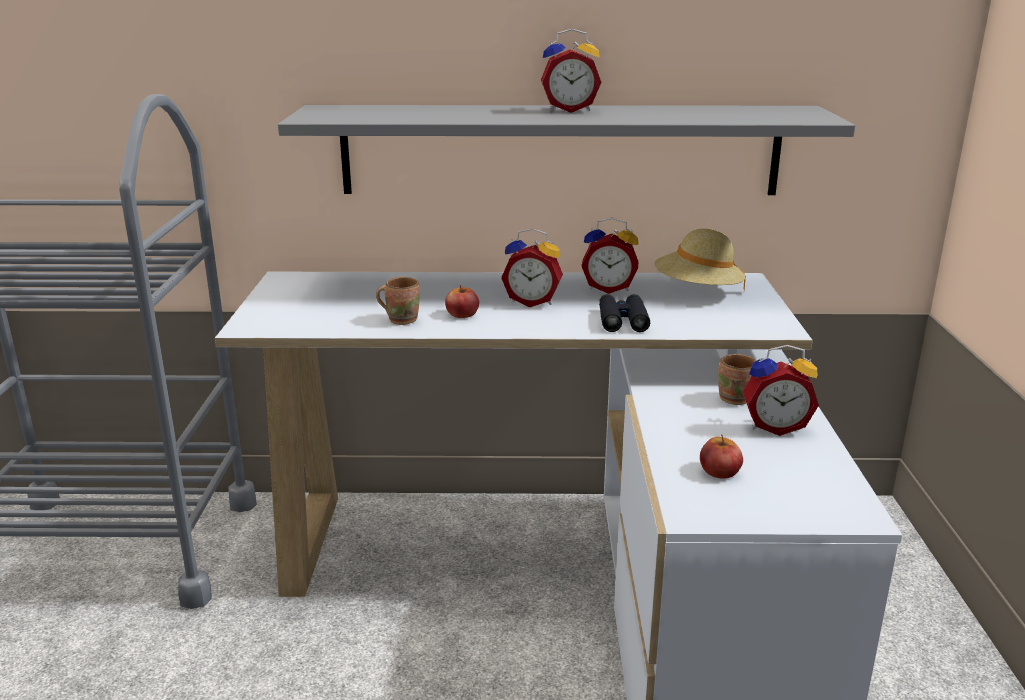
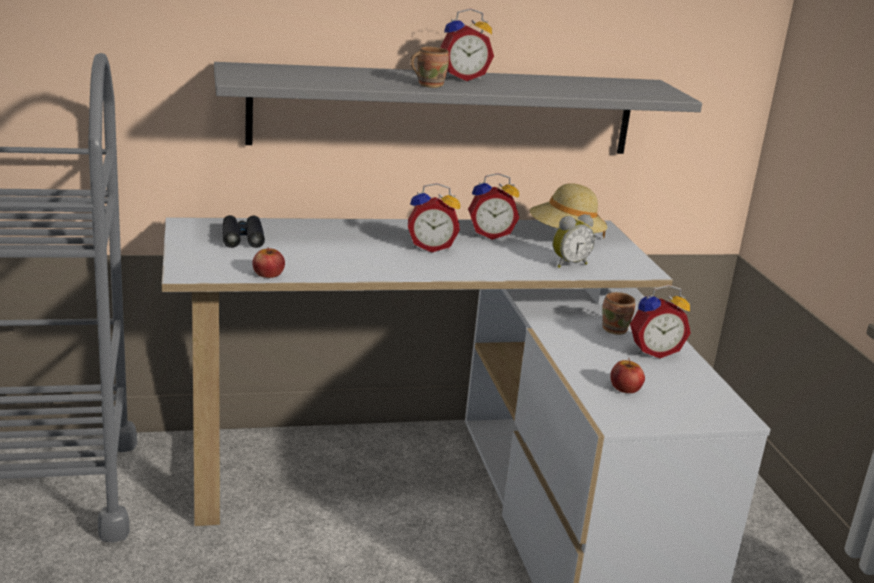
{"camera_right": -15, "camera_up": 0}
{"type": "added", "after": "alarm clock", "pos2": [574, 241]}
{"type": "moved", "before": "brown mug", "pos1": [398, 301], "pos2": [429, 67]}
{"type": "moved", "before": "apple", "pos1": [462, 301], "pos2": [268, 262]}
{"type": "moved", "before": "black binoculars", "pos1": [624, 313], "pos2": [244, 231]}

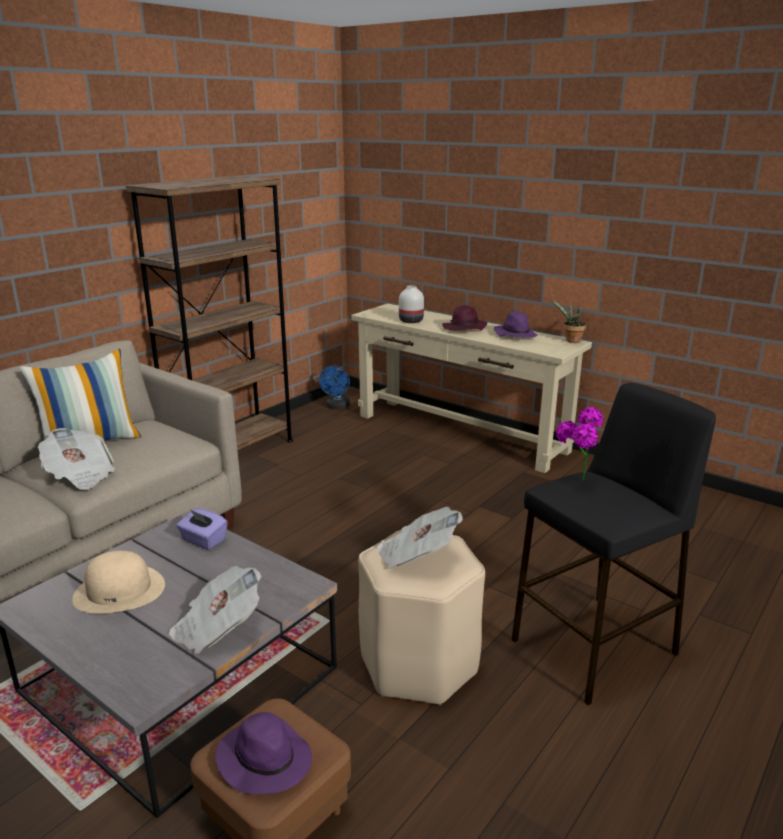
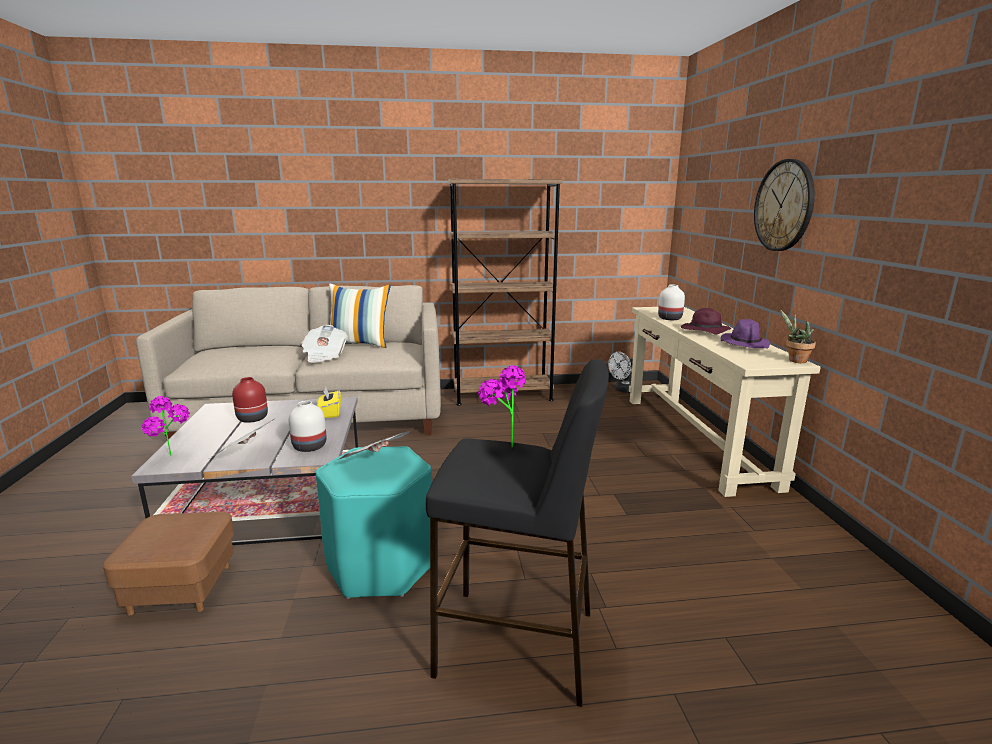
{"camera_right": 45, "camera_up": -5}
{"type": "removed", "before": "purple hat", "pos1": [263, 753]}
{"type": "added", "after": "potted plant", "pos2": [166, 426]}
{"type": "added", "after": "white vase", "pos2": [308, 426]}
{"type": "added", "after": "wall clock", "pos2": [784, 205]}
{"type": "replaced", "before": "beige hat", "after": "red vase", "pos1": [118, 582], "pos2": [250, 400]}
{"type": "recoloured", "before": "purple tissue box", "after": "yellow tissue box", "pos1": [202, 529], "pos2": [329, 402]}
{"type": "recoloured", "before": "blue fan", "after": "white fan", "pos1": [334, 387], "pos2": [620, 372]}
{"type": "recoloured", "before": "beige stool", "after": "turquoise stool", "pos1": [421, 618], "pos2": [374, 522]}

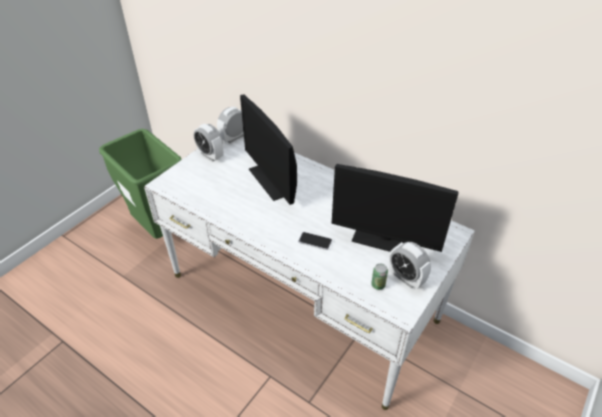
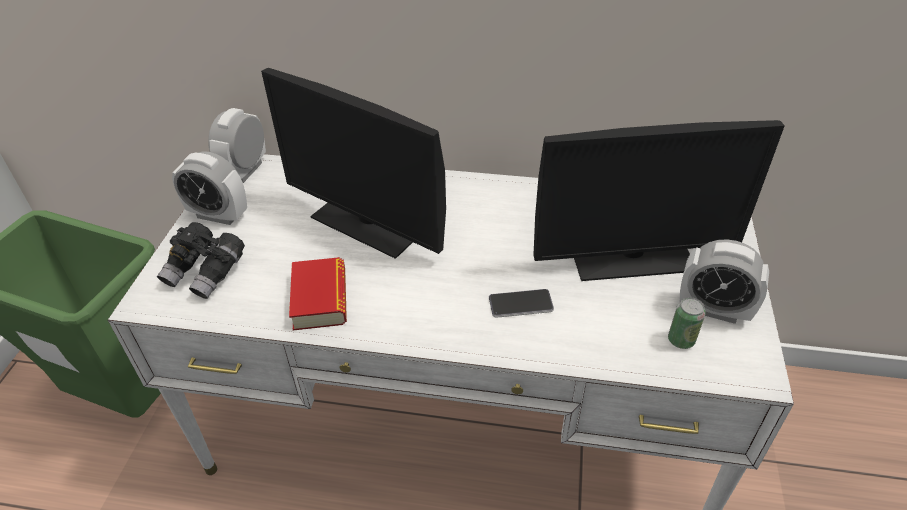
{"camera_right": -25, "camera_up": 0}
{"type": "added", "after": "black binoculars", "pos2": [201, 260]}
{"type": "added", "after": "book", "pos2": [318, 293]}

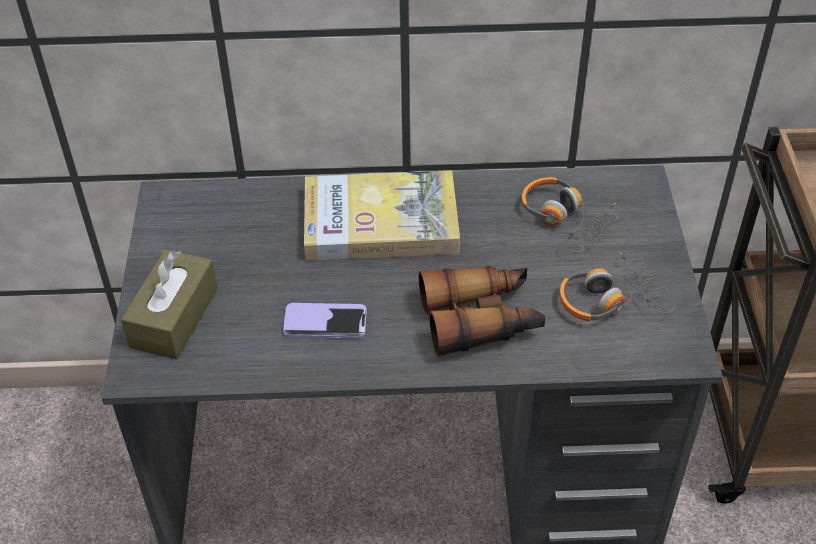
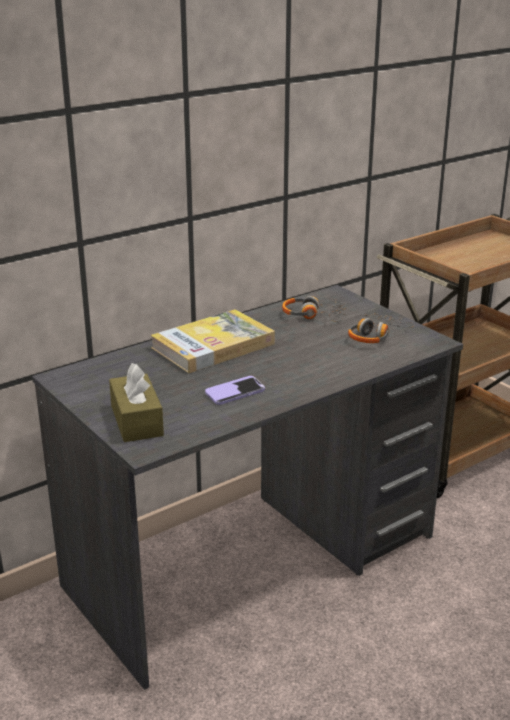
{"camera_right": -35, "camera_up": -20}
{"type": "removed", "before": "binoculars", "pos1": [482, 311]}

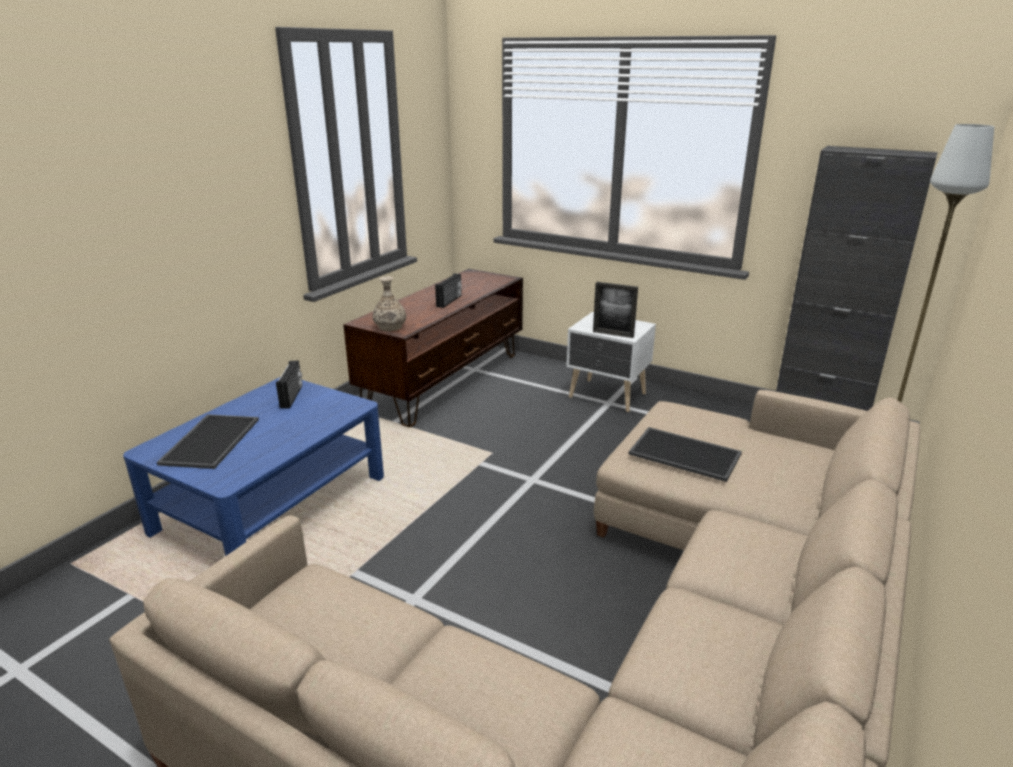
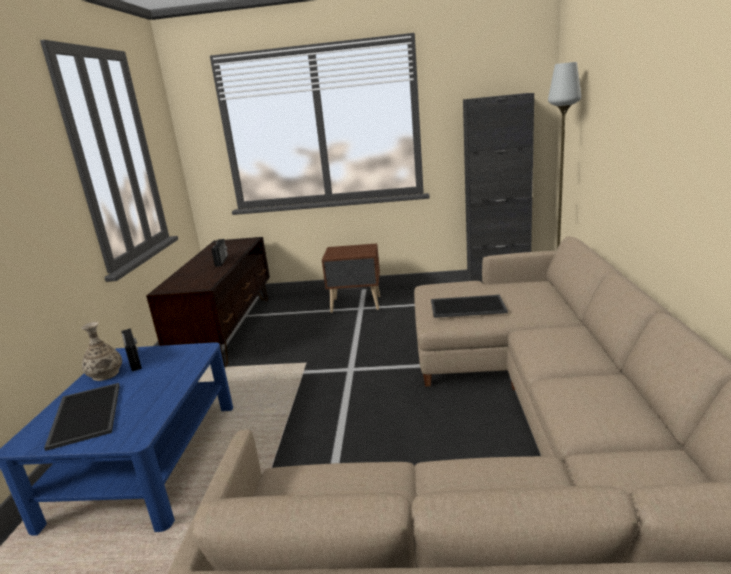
{"camera_right": -25, "camera_up": -5}
{"type": "removed", "before": "picture frame", "pos1": [615, 310]}
{"type": "moved", "before": "vase", "pos1": [389, 303], "pos2": [101, 351]}
{"type": "recoloured", "before": "white nightstand", "after": "brown nightstand", "pos1": [611, 362], "pos2": [351, 278]}

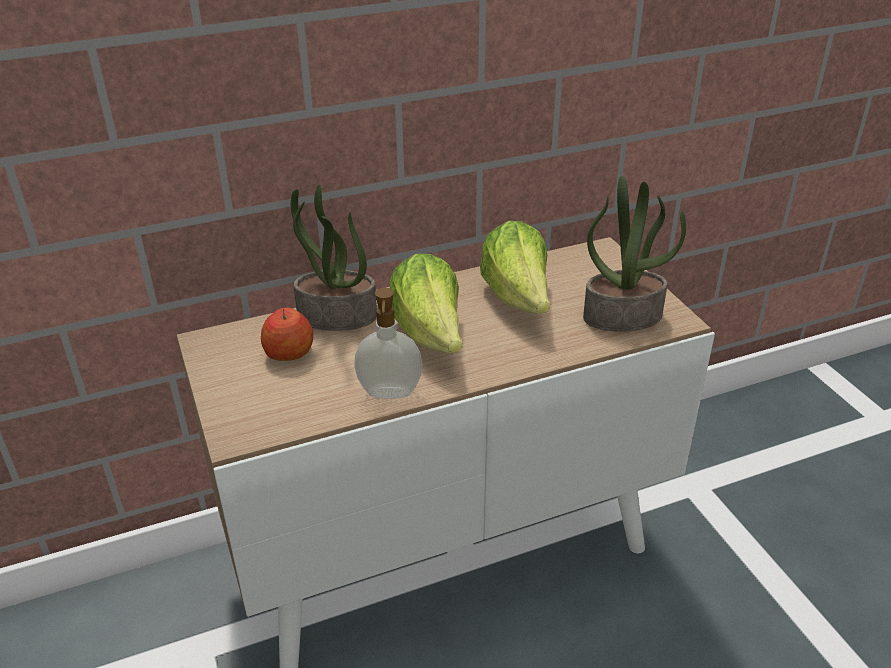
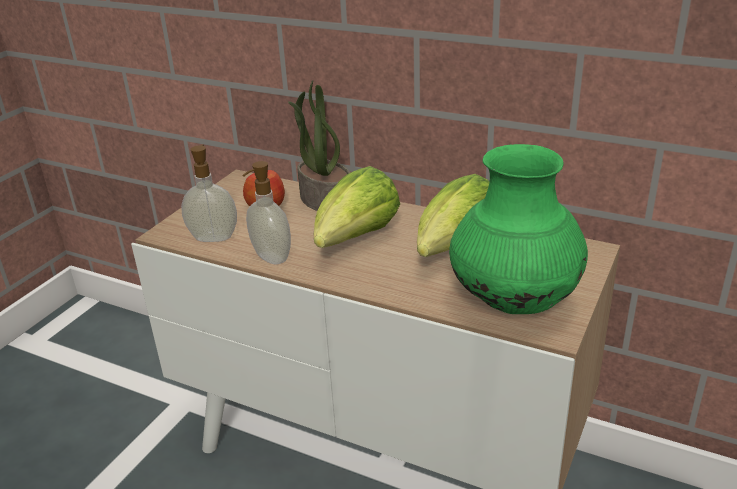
{"camera_right": 50, "camera_up": -5}
{"type": "added", "after": "soap dispenser", "pos2": [209, 193]}
{"type": "replaced", "before": "potted plant", "after": "green vase", "pos1": [634, 253], "pos2": [518, 229]}

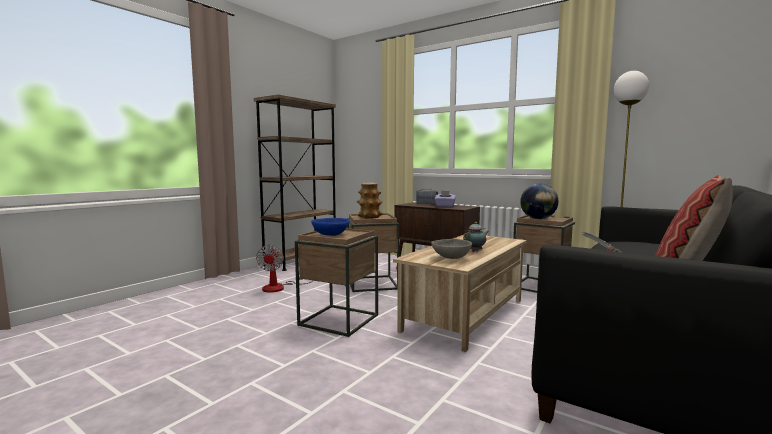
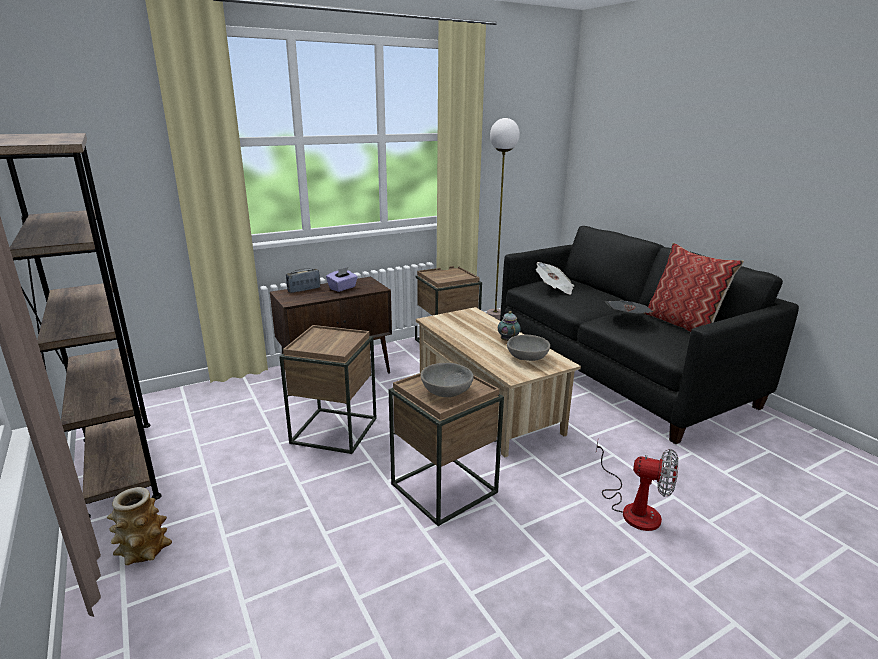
{"camera_right": -65, "camera_up": 15}
{"type": "removed", "before": "globe", "pos1": [539, 201]}
{"type": "added", "after": "newspaper", "pos2": [555, 278]}
{"type": "moved", "before": "fan", "pos1": [284, 268], "pos2": [637, 486]}
{"type": "moved", "before": "vase", "pos1": [369, 201], "pos2": [139, 526]}
{"type": "recoloured", "before": "blue bowl", "after": "grey bowl", "pos1": [330, 227], "pos2": [447, 380]}

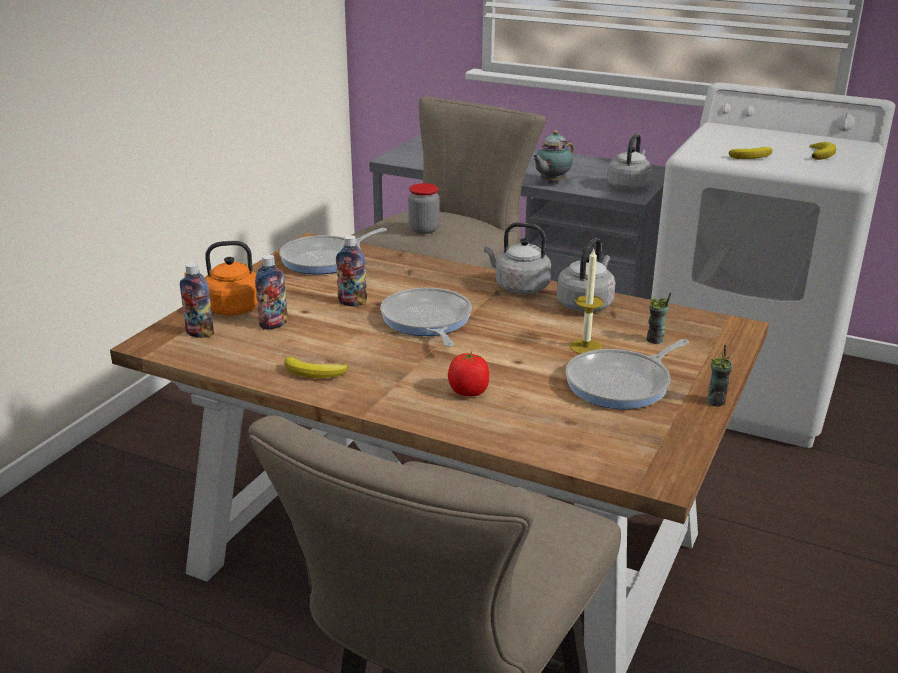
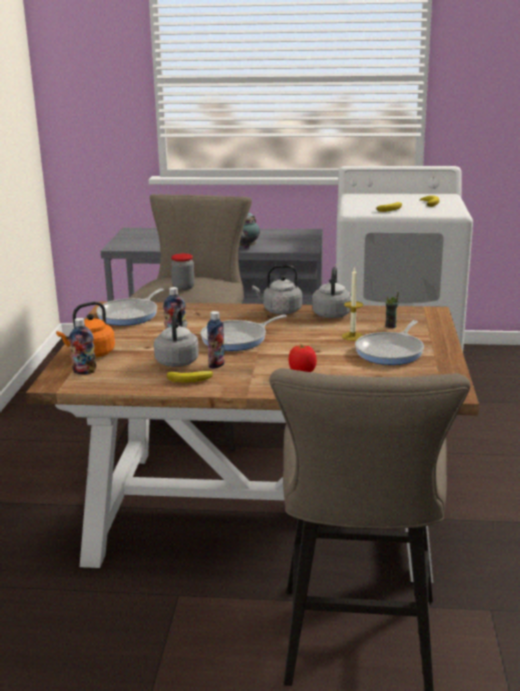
{"camera_right": -20, "camera_up": -5}
{"type": "removed", "before": "cup", "pos1": [719, 376]}
{"type": "moved", "before": "bottle", "pos1": [271, 292], "pos2": [216, 340]}
{"type": "moved", "before": "grey kettle", "pos1": [629, 162], "pos2": [176, 337]}
{"type": "turned", "before": "frying pan", "pos1": [426, 317], "pos2": [244, 333], "turn": -90}

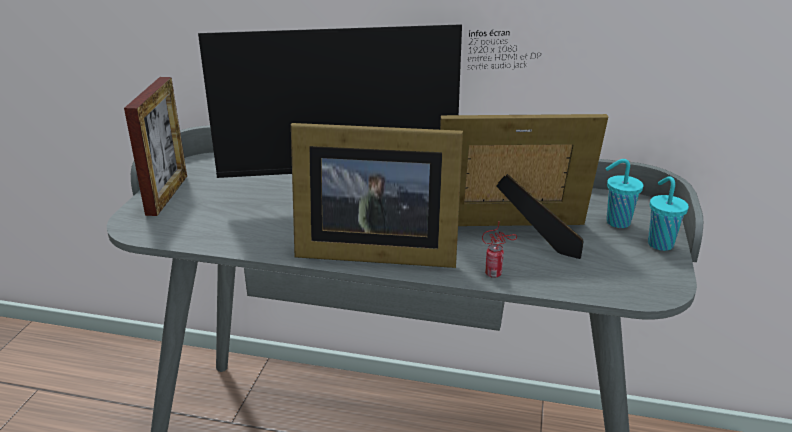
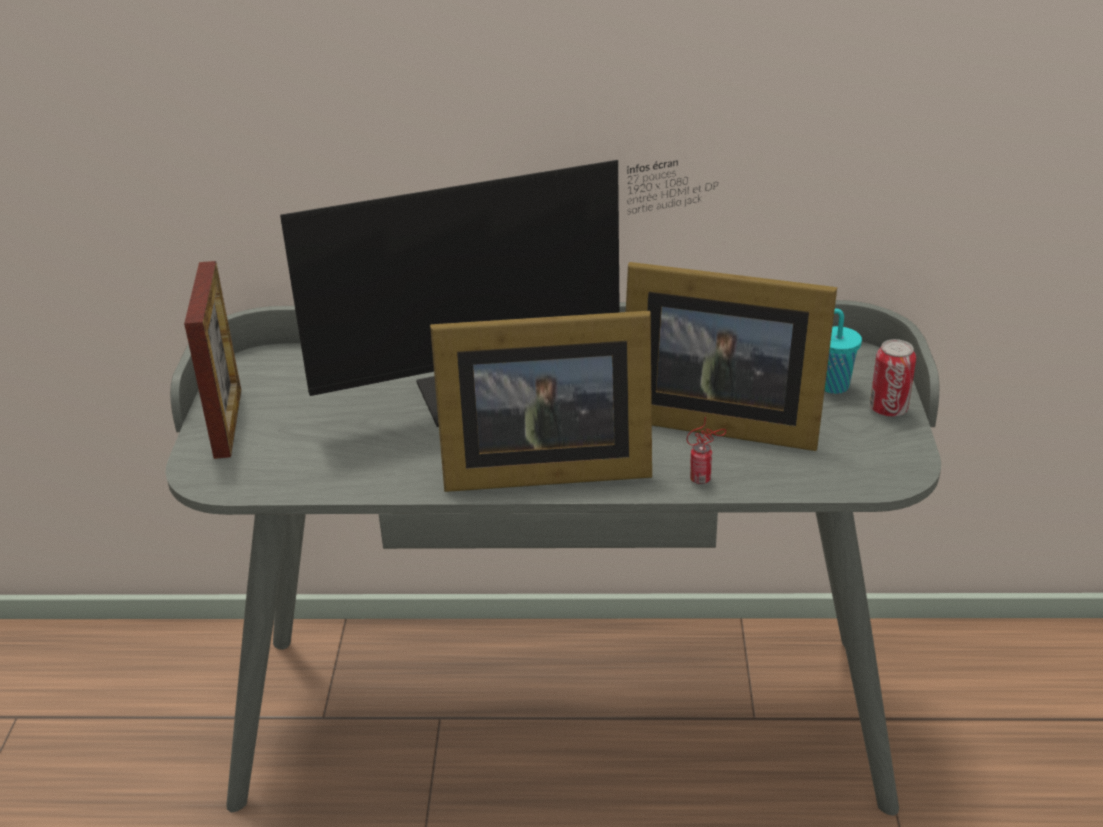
{"camera_right": -10, "camera_up": 5}
{"type": "replaced", "before": "turquoise cup", "after": "can", "pos1": [668, 213], "pos2": [893, 378]}
{"type": "turned", "before": "picture frame", "pos1": [524, 186], "pos2": [731, 356], "turn": -150}

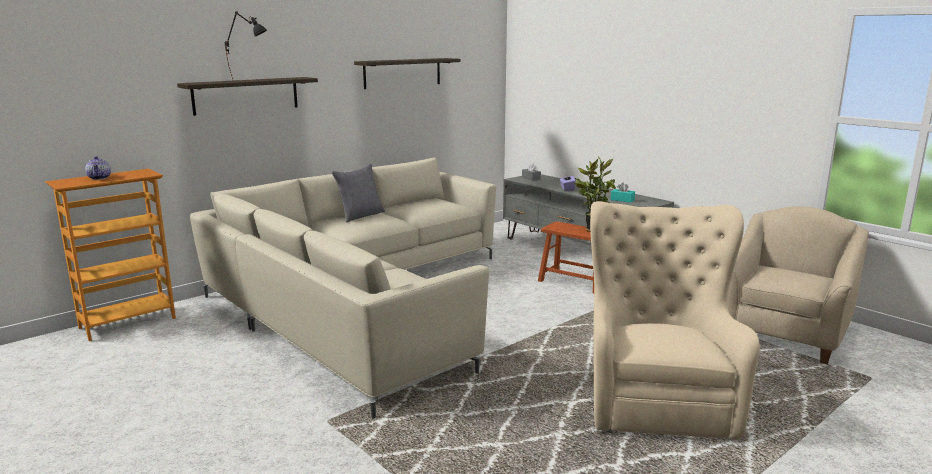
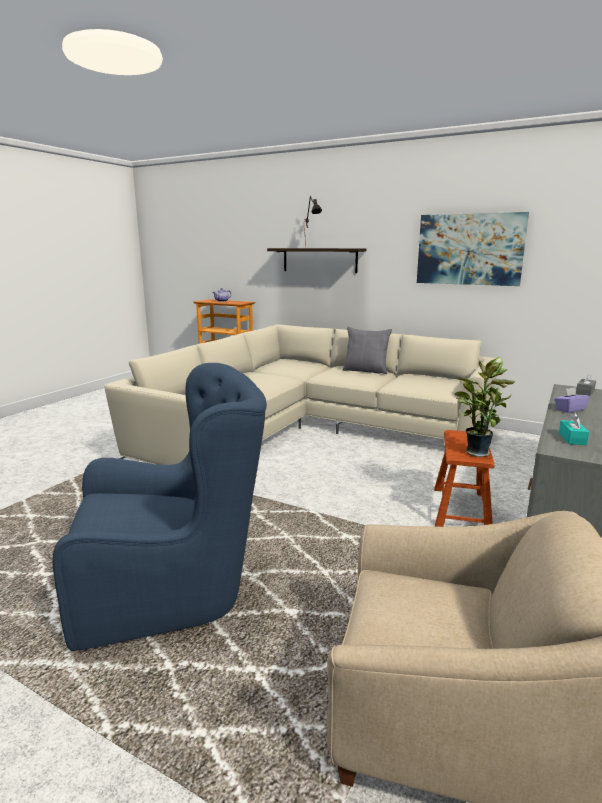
{"camera_right": 70, "camera_up": 0}
{"type": "replaced", "before": "shelf", "after": "picture", "pos1": [407, 73], "pos2": [473, 249]}
{"type": "recoloured", "before": "beige armchair", "after": "blue armchair", "pos1": [675, 320], "pos2": [159, 507]}

